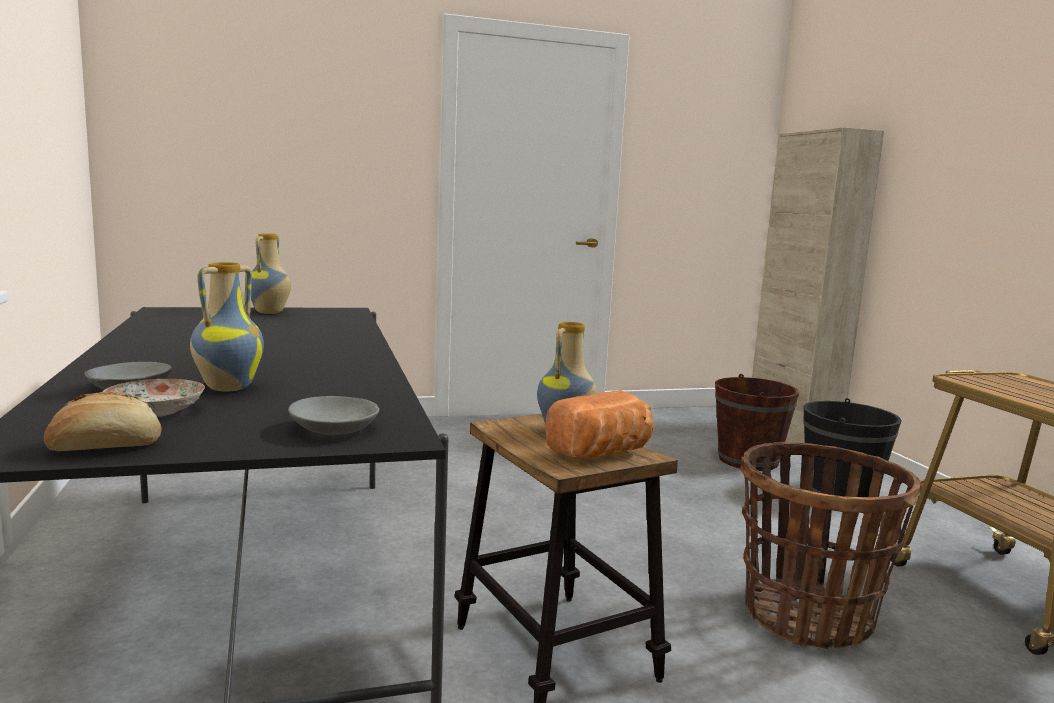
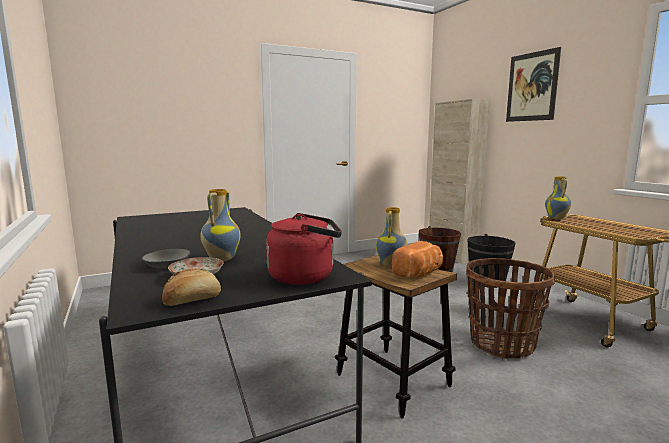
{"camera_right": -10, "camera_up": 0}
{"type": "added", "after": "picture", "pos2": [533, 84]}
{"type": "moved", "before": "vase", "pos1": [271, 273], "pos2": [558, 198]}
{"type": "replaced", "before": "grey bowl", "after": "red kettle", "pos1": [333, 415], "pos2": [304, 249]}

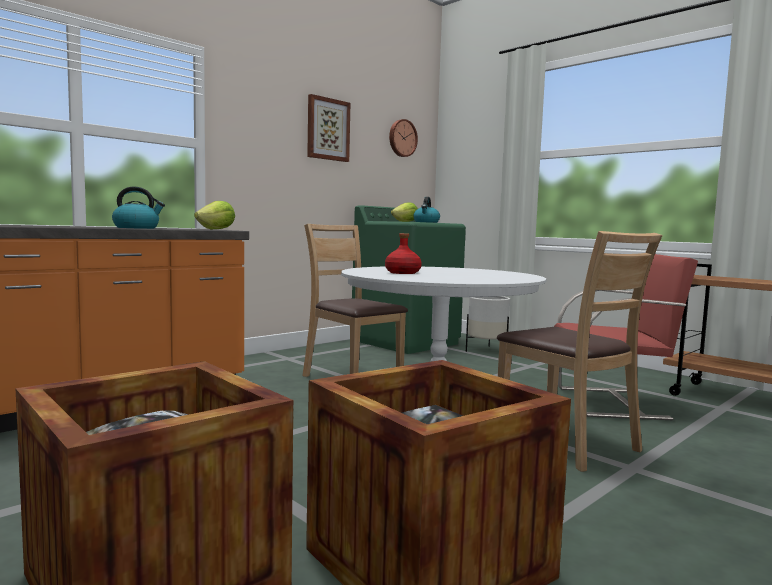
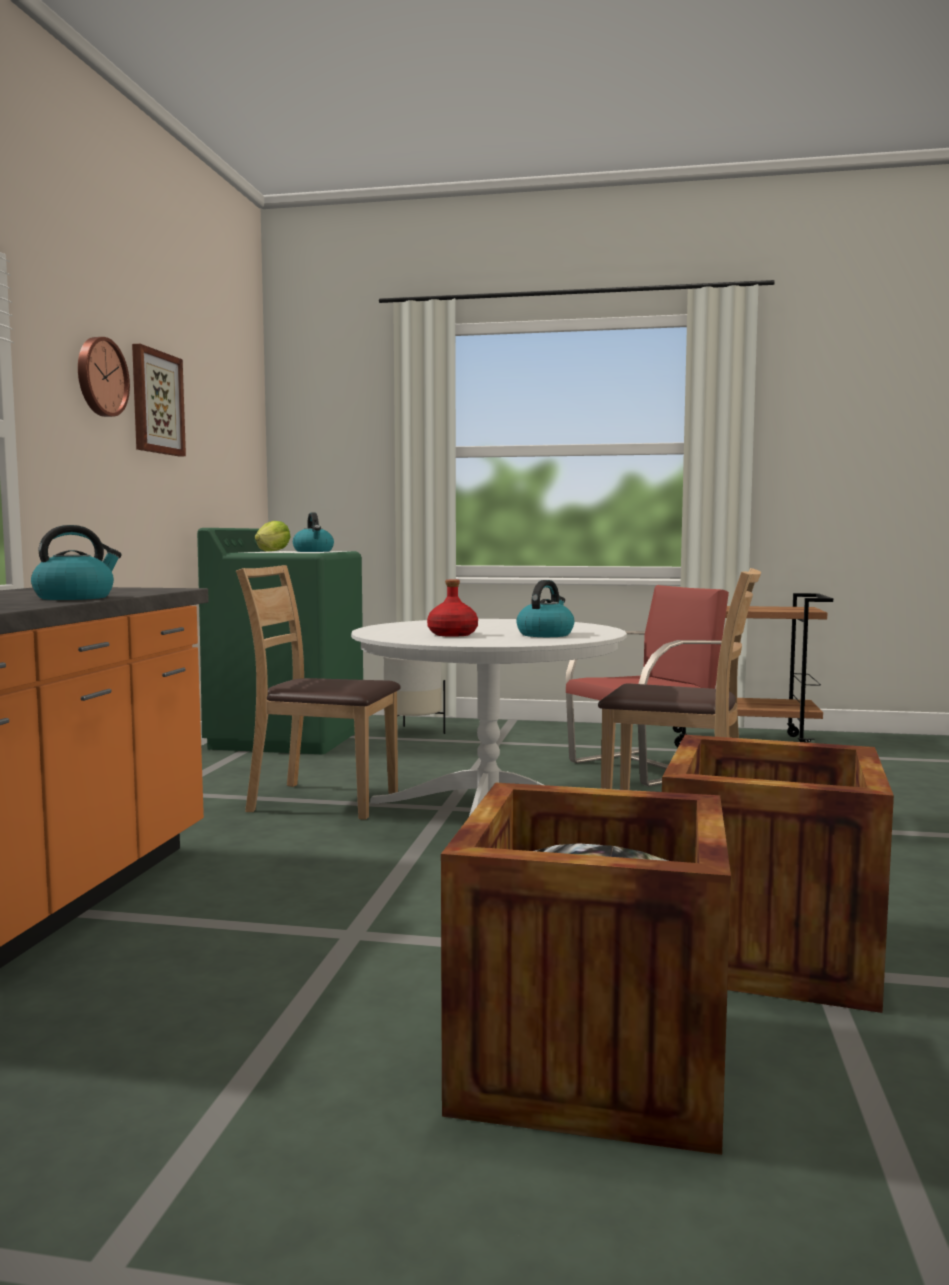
{"camera_right": -35, "camera_up": 0}
{"type": "removed", "before": "lettuce", "pos1": [214, 215]}
{"type": "added", "after": "kettle", "pos2": [545, 608]}
{"type": "moved", "before": "wall clock", "pos1": [403, 138], "pos2": [104, 377]}

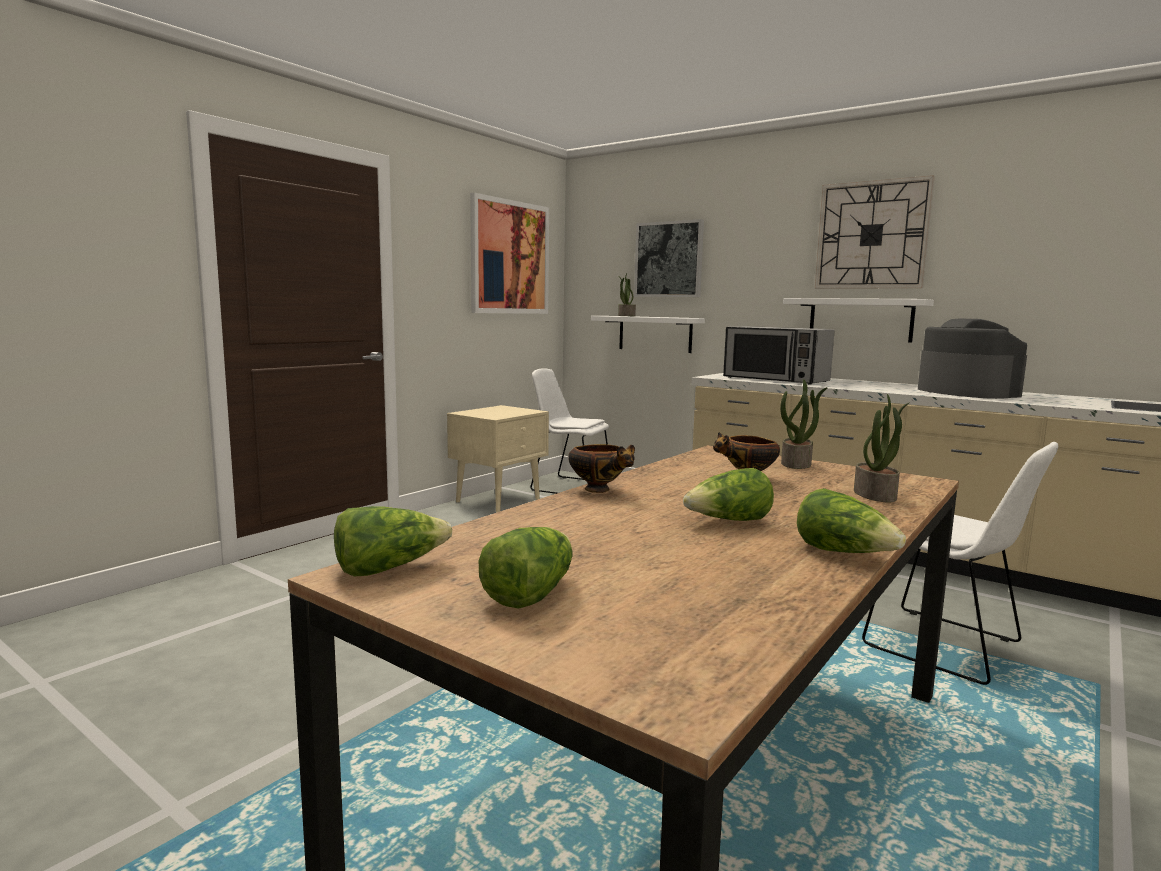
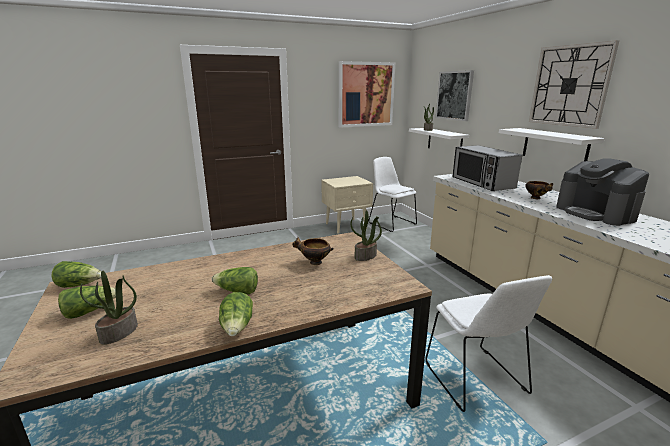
{"camera_right": 30, "camera_up": 10}
{"type": "moved", "before": "bowl", "pos1": [601, 468], "pos2": [539, 190]}
{"type": "moved", "before": "potted plant", "pos1": [882, 448], "pos2": [109, 308]}
{"type": "turned", "before": "coffee machine", "pos1": [972, 358], "pos2": [602, 192], "turn": 150}

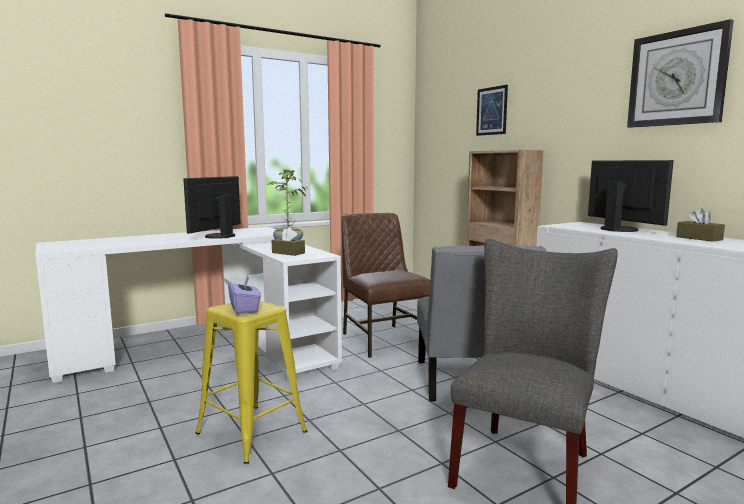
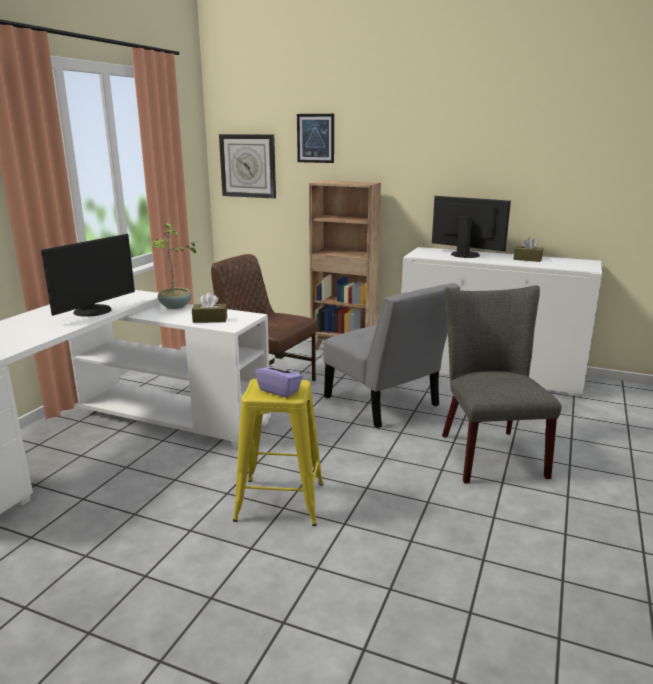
{"camera_right": -35, "camera_up": 10}
{"type": "moved", "before": "wall clock", "pos1": [680, 73], "pos2": [247, 166]}
{"type": "turned", "before": "monitor", "pos1": [212, 207], "pos2": [88, 275], "turn": -135}

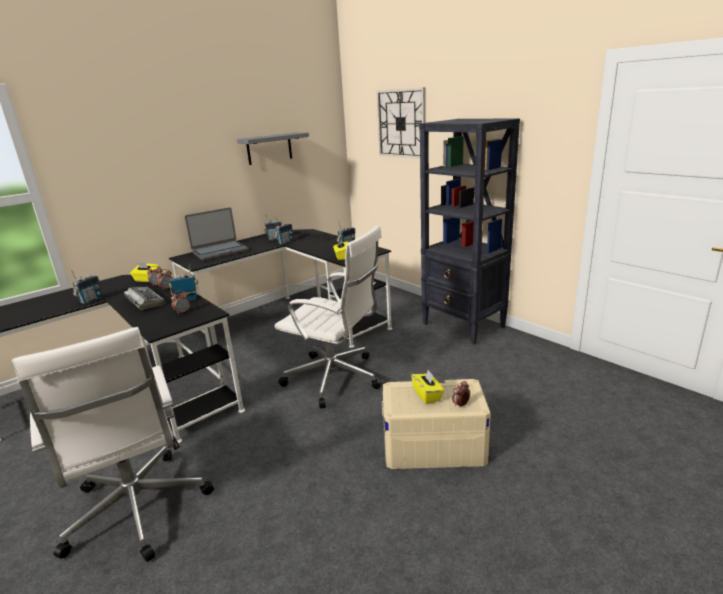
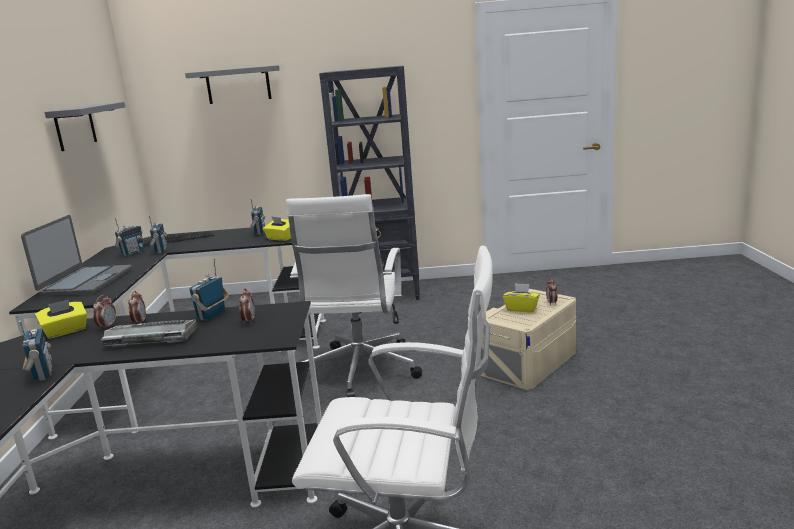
{"camera_right": -50, "camera_up": -5}
{"type": "replaced", "before": "wall clock", "after": "grey shelf", "pos1": [401, 123], "pos2": [232, 84]}
{"type": "turned", "before": "white office chair", "pos1": [328, 317], "pos2": [354, 295], "turn": 120}

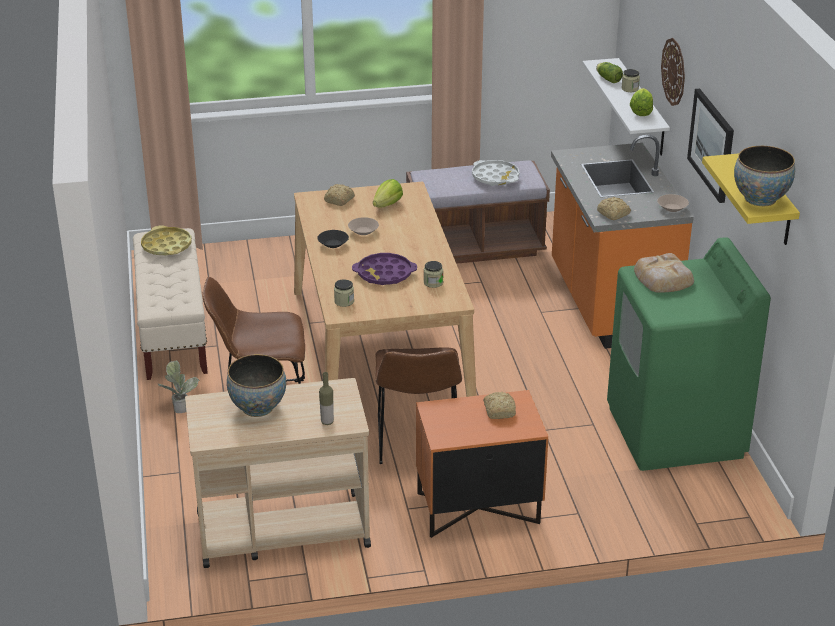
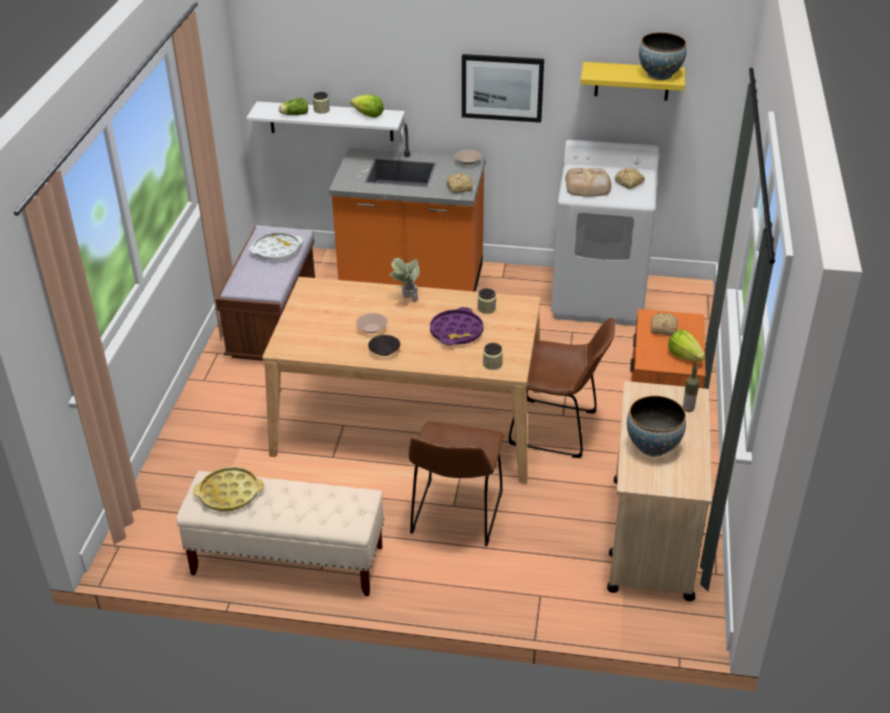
{"camera_right": -70, "camera_up": 5}
{"type": "removed", "before": "wall clock", "pos1": [673, 72]}
{"type": "moved", "before": "potted plant", "pos1": [178, 387], "pos2": [405, 280]}
{"type": "moved", "before": "bread", "pos1": [339, 195], "pos2": [630, 178]}
{"type": "moved", "before": "lettuce", "pos1": [388, 193], "pos2": [686, 345]}
{"type": "recoloured", "before": "green washing machine", "after": "white washing machine", "pos1": [689, 354], "pos2": [605, 233]}

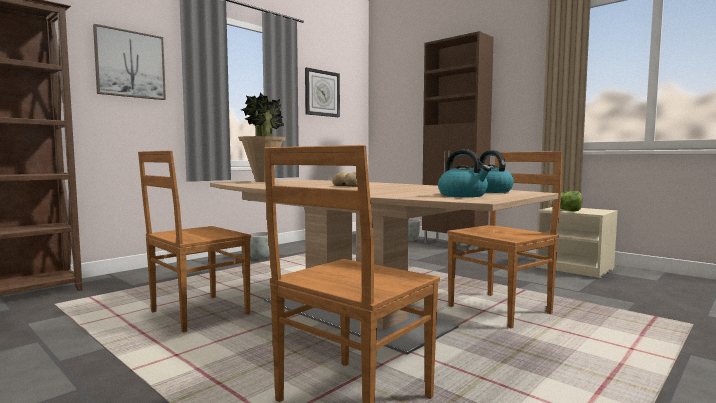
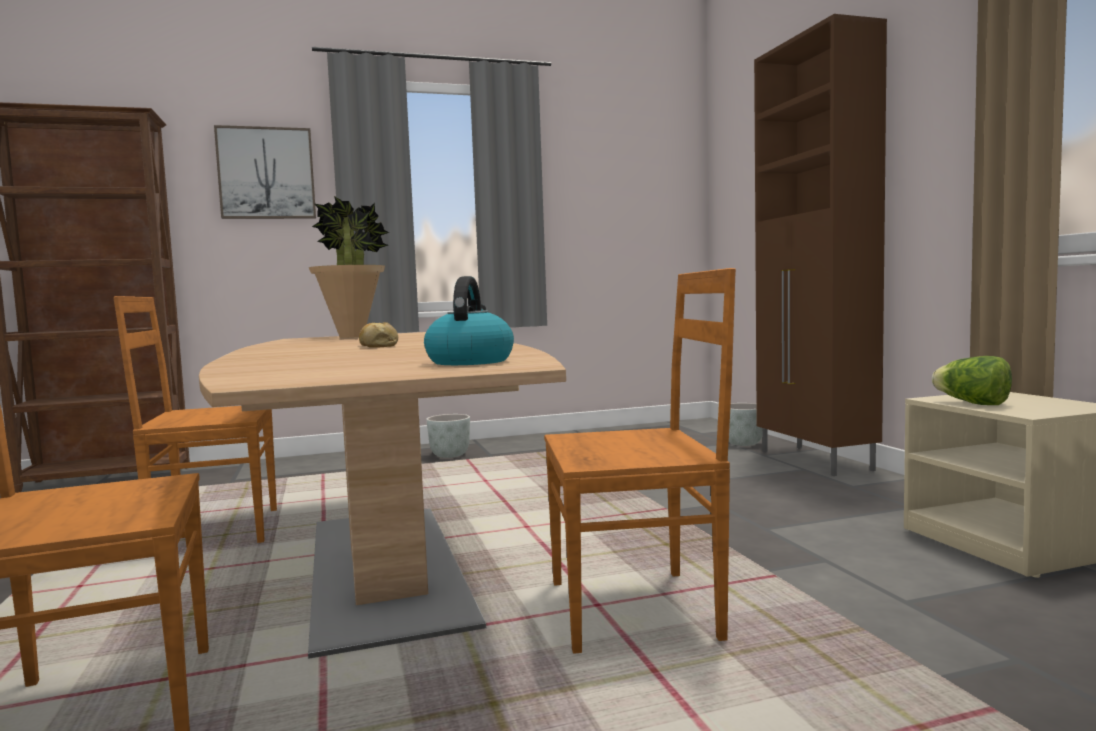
{"camera_right": 30, "camera_up": 0}
{"type": "removed", "before": "wall clock", "pos1": [322, 92]}
{"type": "removed", "before": "kettle", "pos1": [464, 173]}

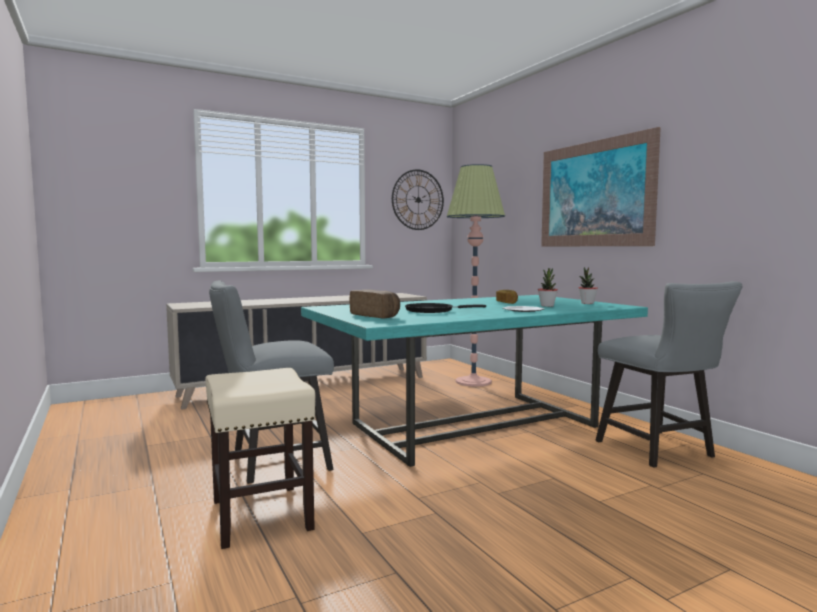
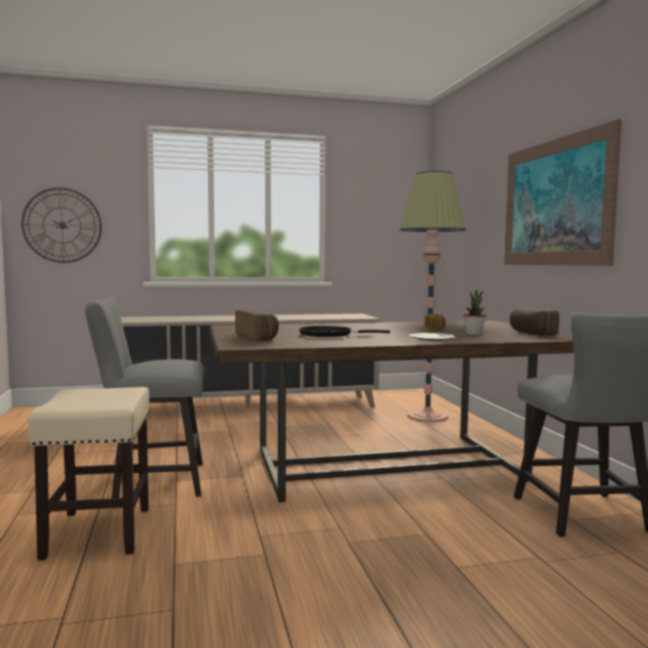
{"camera_right": 15, "camera_up": 0}
{"type": "moved", "before": "wall clock", "pos1": [418, 199], "pos2": [61, 225]}
{"type": "replaced", "before": "potted plant", "after": "bread", "pos1": [588, 285], "pos2": [534, 321]}
{"type": "recoloured", "before": "turquoise dining table", "after": "brown dining table", "pos1": [474, 381], "pos2": [392, 411]}

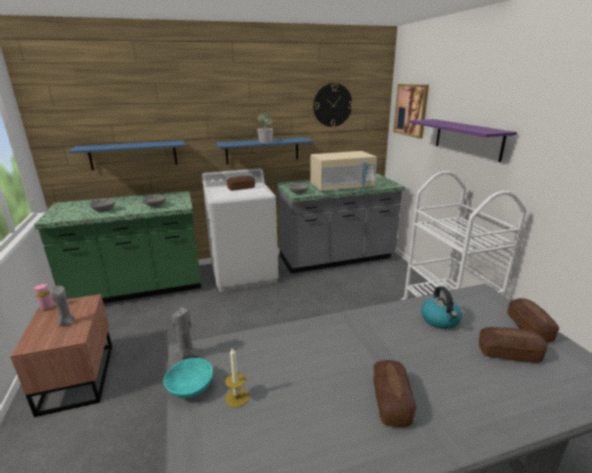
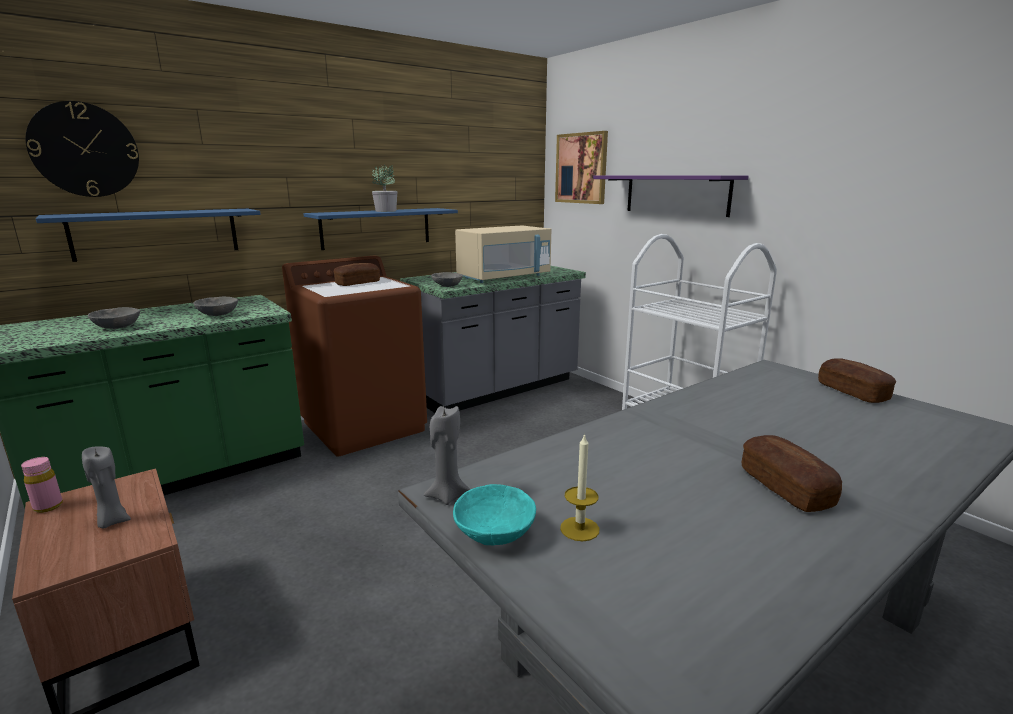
{"camera_right": -20, "camera_up": -5}
{"type": "removed", "before": "kettle", "pos1": [441, 307]}
{"type": "removed", "before": "bread", "pos1": [513, 345]}
{"type": "moved", "before": "wall clock", "pos1": [333, 105], "pos2": [82, 149]}
{"type": "recoloured", "before": "white washing machine", "after": "brown washing machine", "pos1": [240, 230], "pos2": [354, 356]}

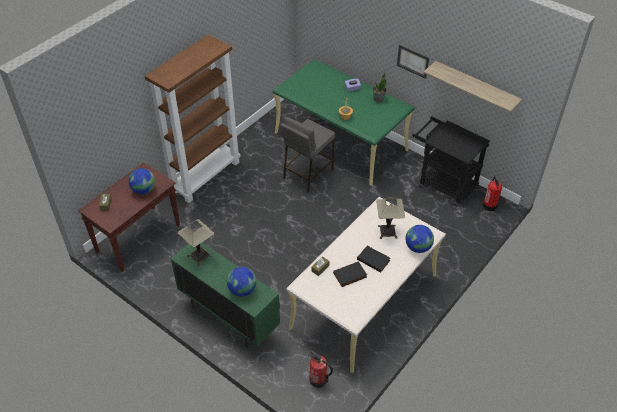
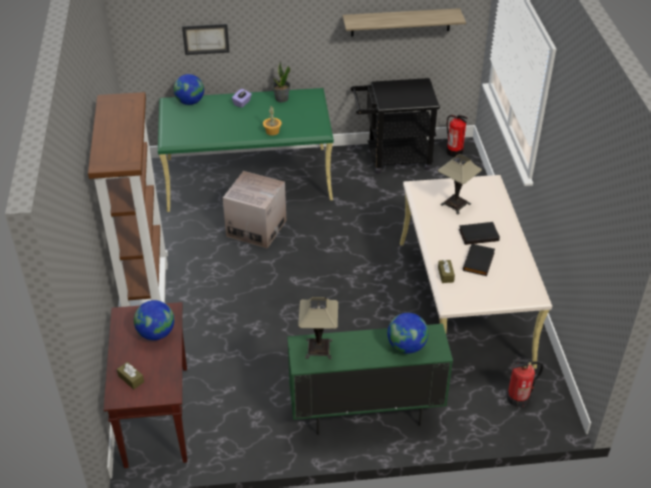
{"camera_right": -45, "camera_up": -5}
{"type": "moved", "before": "picture", "pos1": [413, 62], "pos2": [206, 39]}
{"type": "moved", "before": "globe", "pos1": [419, 239], "pos2": [189, 89]}
{"type": "replaced", "before": "grey stool", "after": "cardboard box", "pos1": [308, 154], "pos2": [254, 209]}

